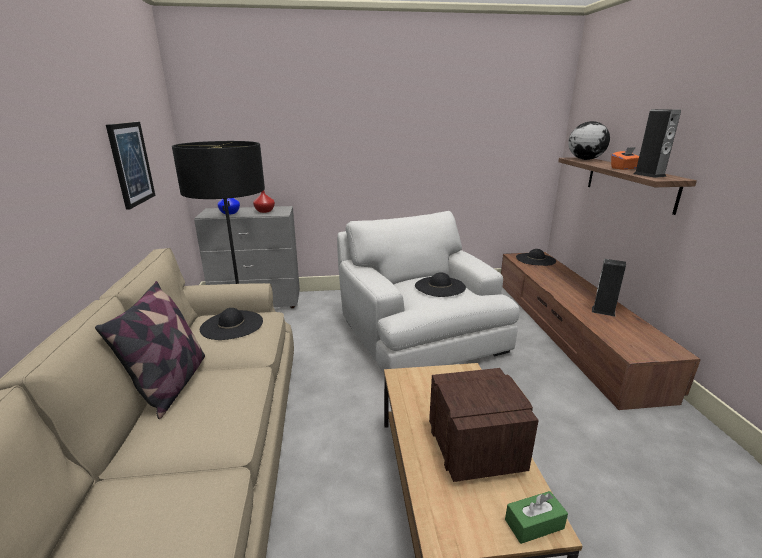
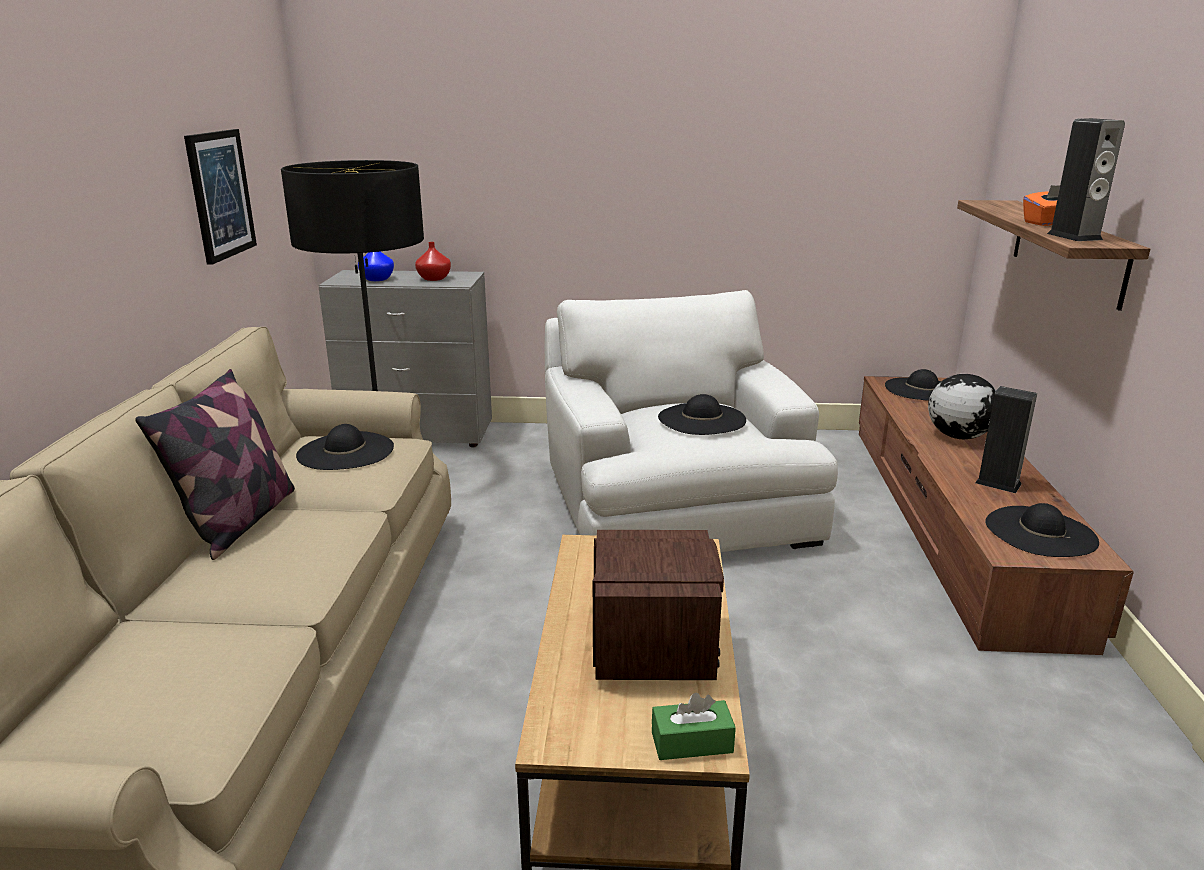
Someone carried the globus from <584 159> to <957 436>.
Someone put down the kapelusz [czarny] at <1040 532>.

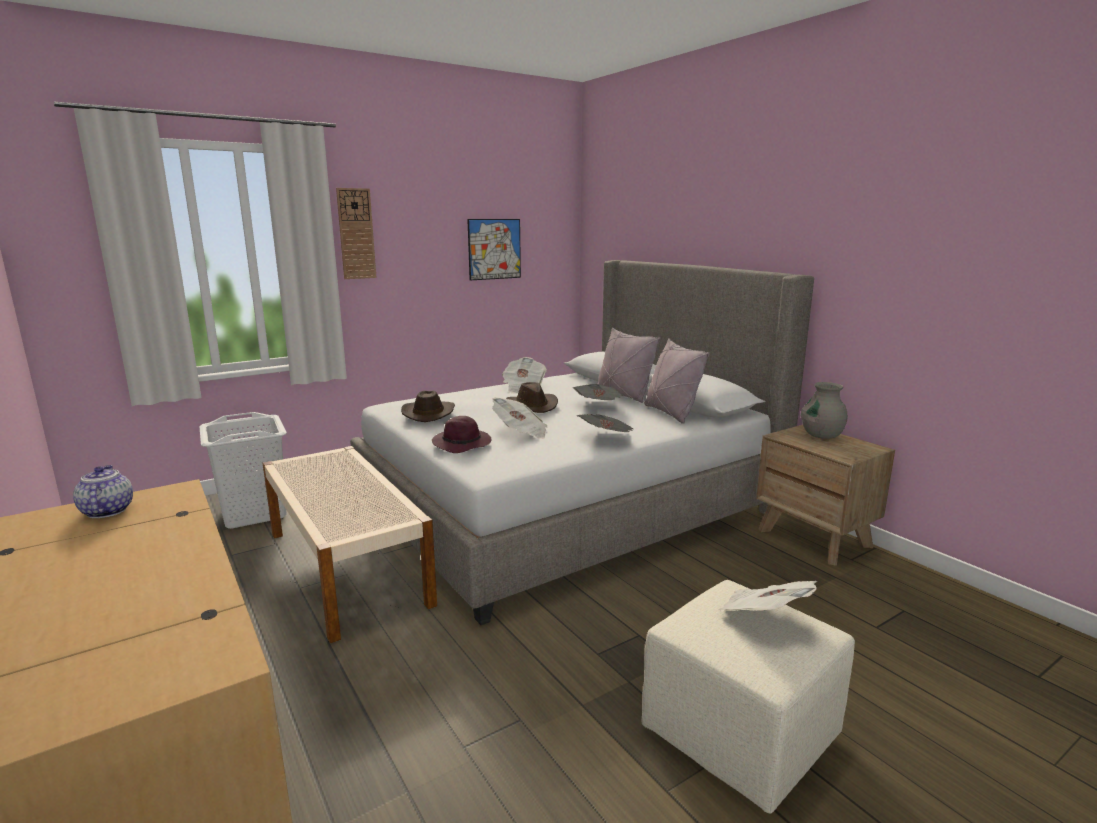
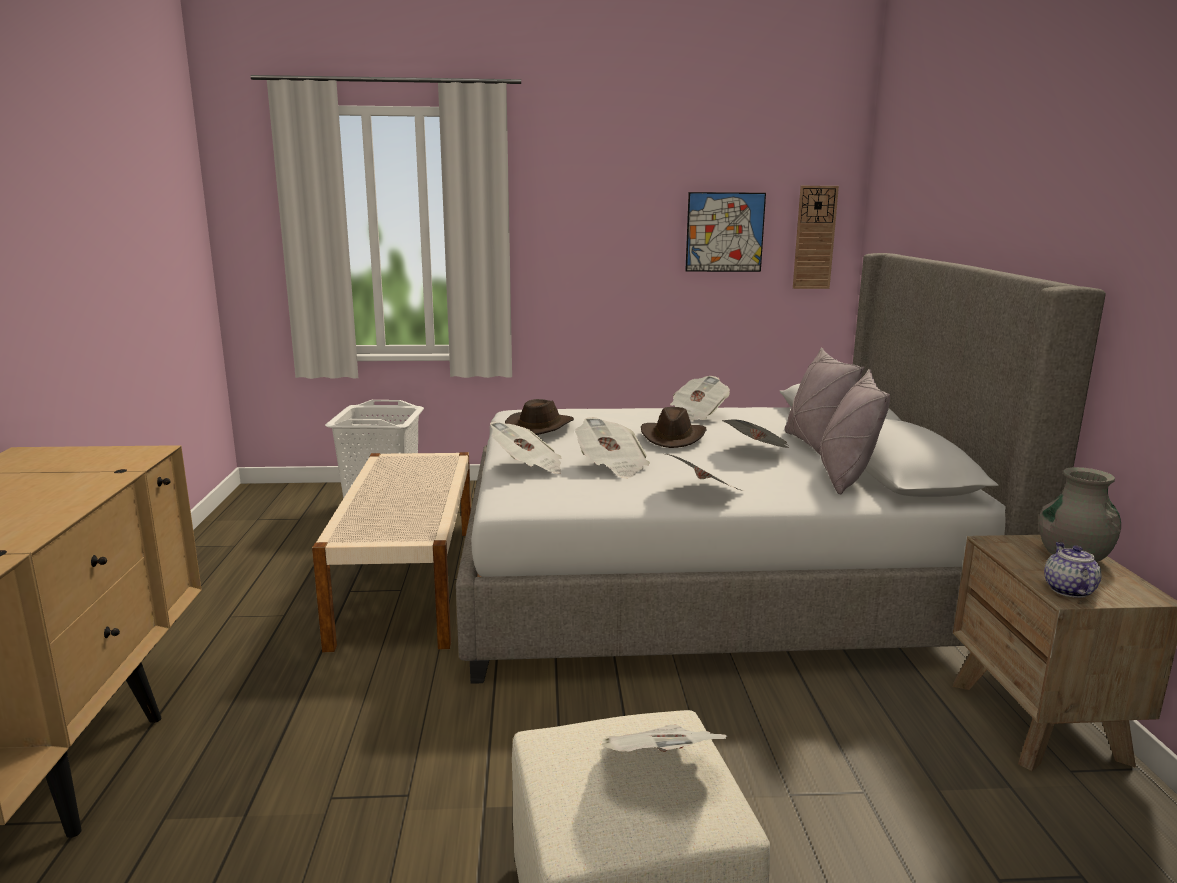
Someone carried the zegar ścienny from <356 234> to <814 237>.
Someone swapped the kapelusz [fioletowy] at <463 444> for the gazeta at <528 467>.
Someone carried the imbryk from <107 511> to <1067 590>.

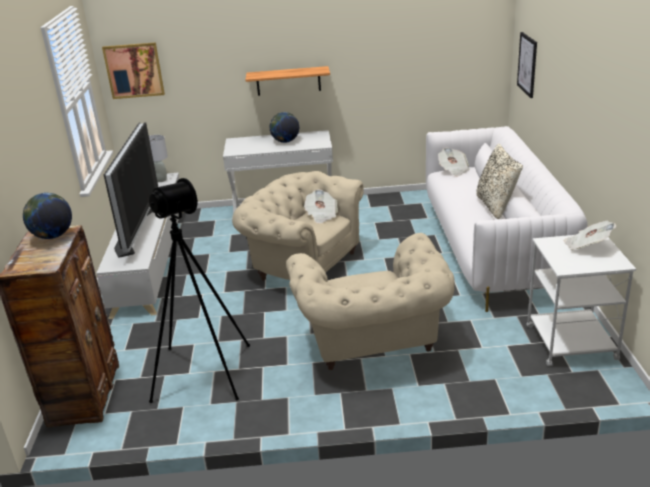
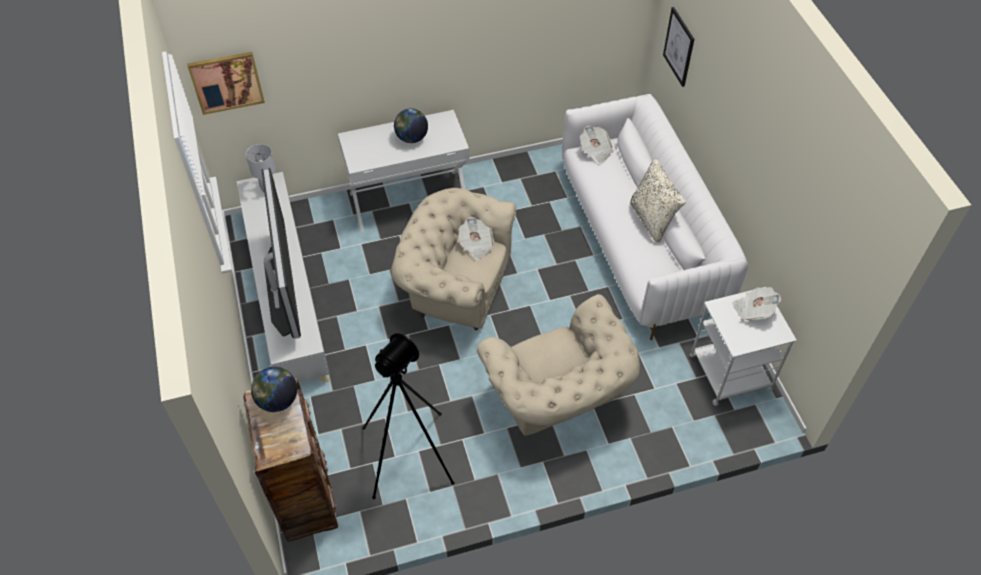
Someone took away the półka at <288 81>.

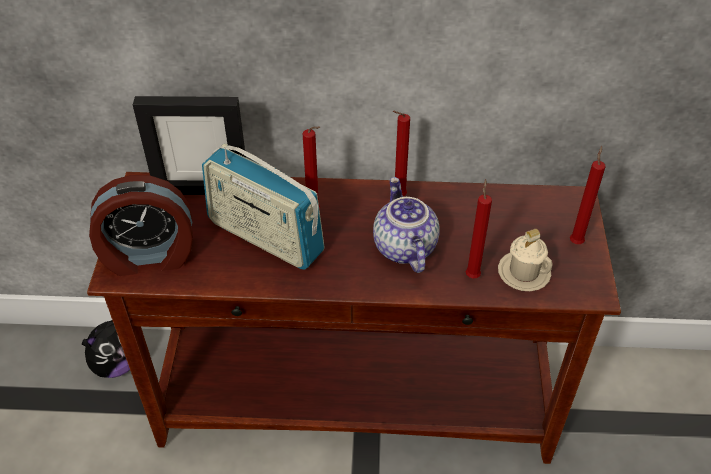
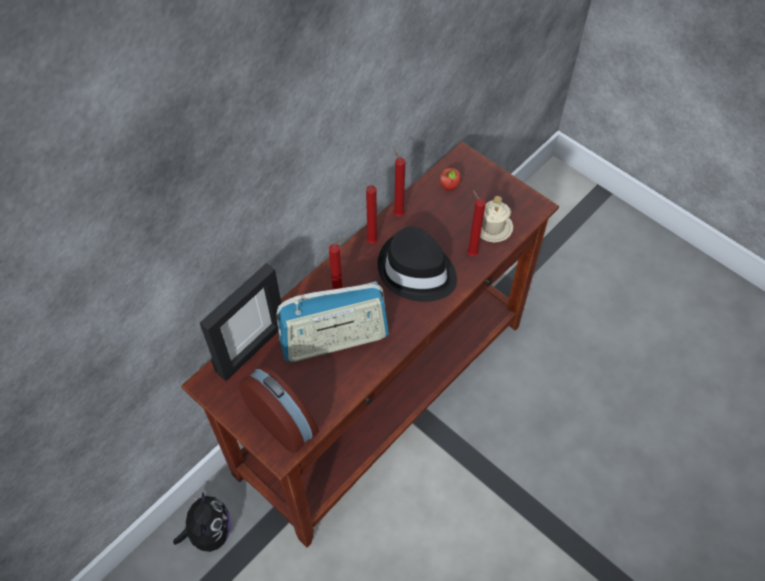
Someone carried the świeca [czerwony] from <576 241> to <397 213>.
Someone rotated the budzik at <149 256> by 75 degrees counterclockwise.
Someone swapped the imbryk at <403 247> for the kapelusz [czarny] at <416 271>.
Someone put down the jabłko at <450 187>.

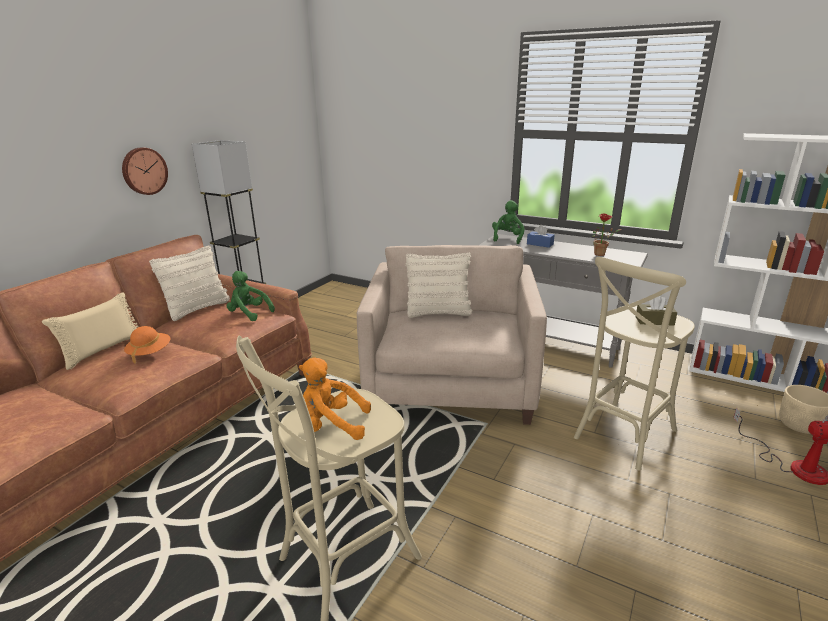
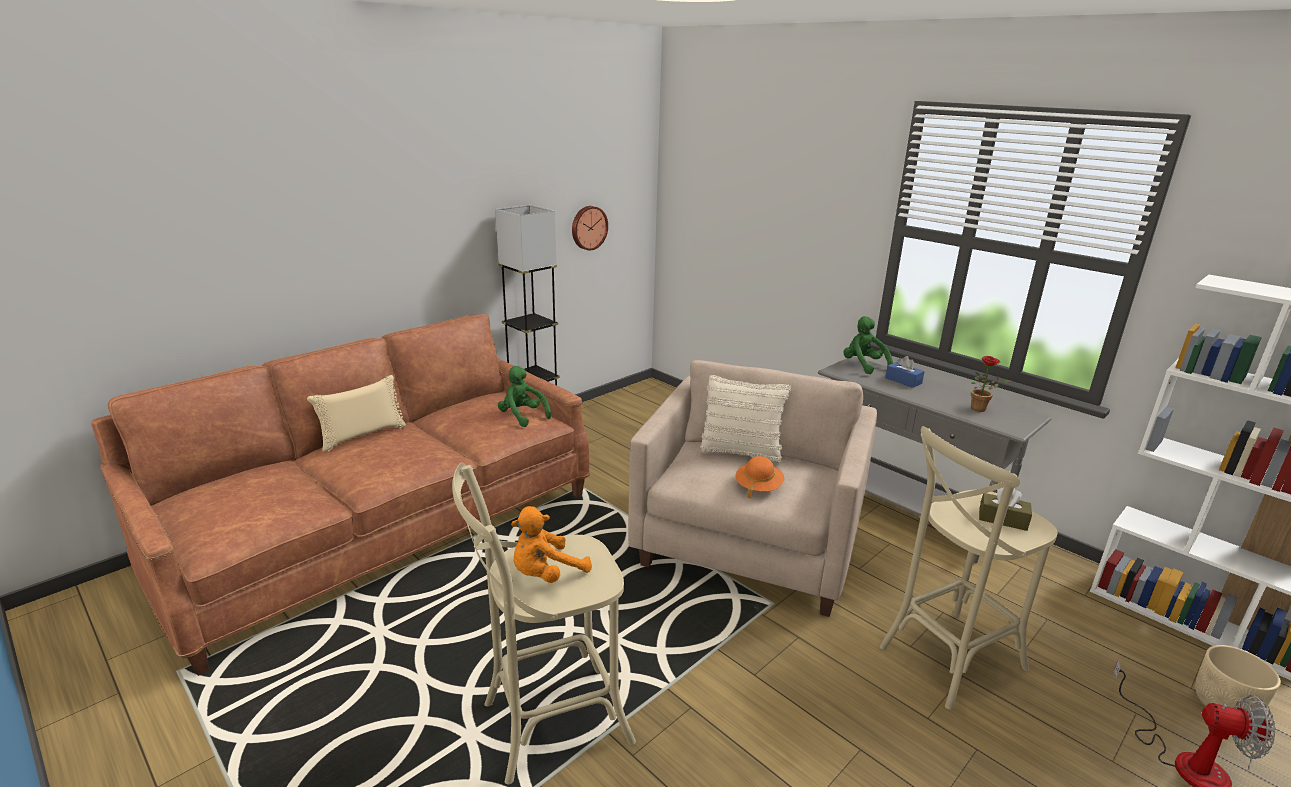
Someone carried the zegar ścienny from <144 171> to <588 227>.
Someone rotated the pluszak [zielony] at <507 238> by 60 degrees counterclockwise.
Someone took away the poduszka [beżowy] at <197 309>.
Someone carried the kapelusz [pomarańczowy] from <150 353> to <758 487>.
Someone rotated the pluszak [pomarańczowy] at <332 425> by 60 degrees counterclockwise.

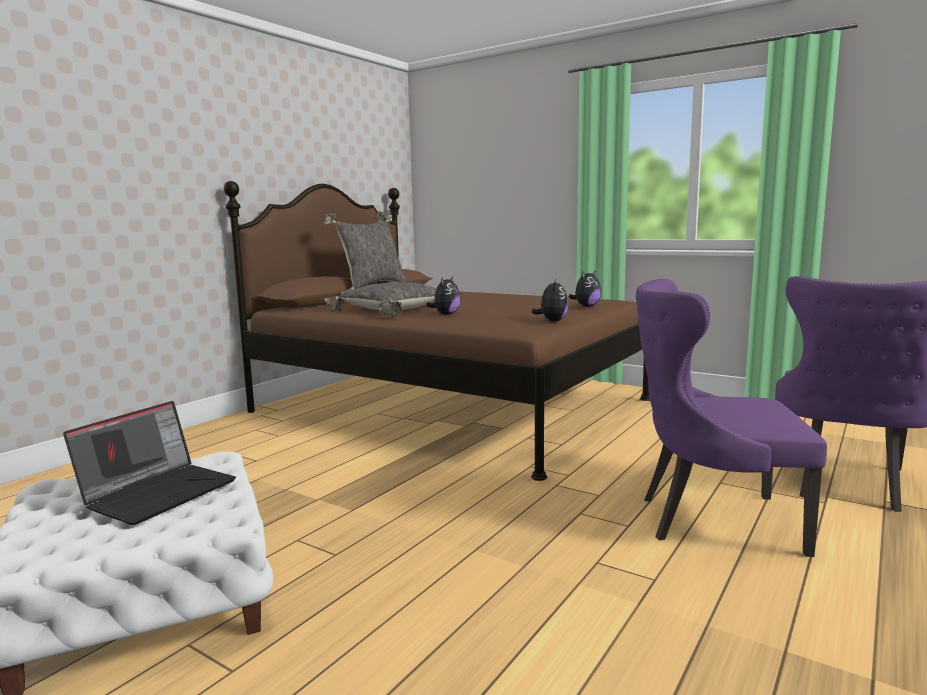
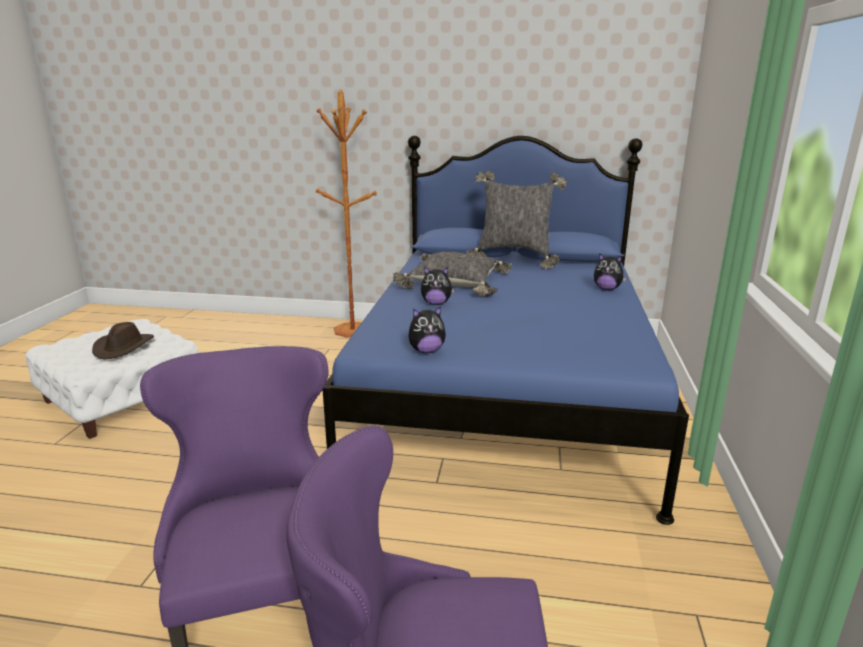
Someone repainted the łóżko [brązowy] at <449 406>, which became the łóżko [niebieski] at <504 395>.
Someone carried the pluszak from <586 306> to <607 289>.
Someone swapped the laptop at <159 492> for the kapelusz [brązowy] at <123 347>.
Someone put down the wieszak [pomarańczowy] at <353 330>.

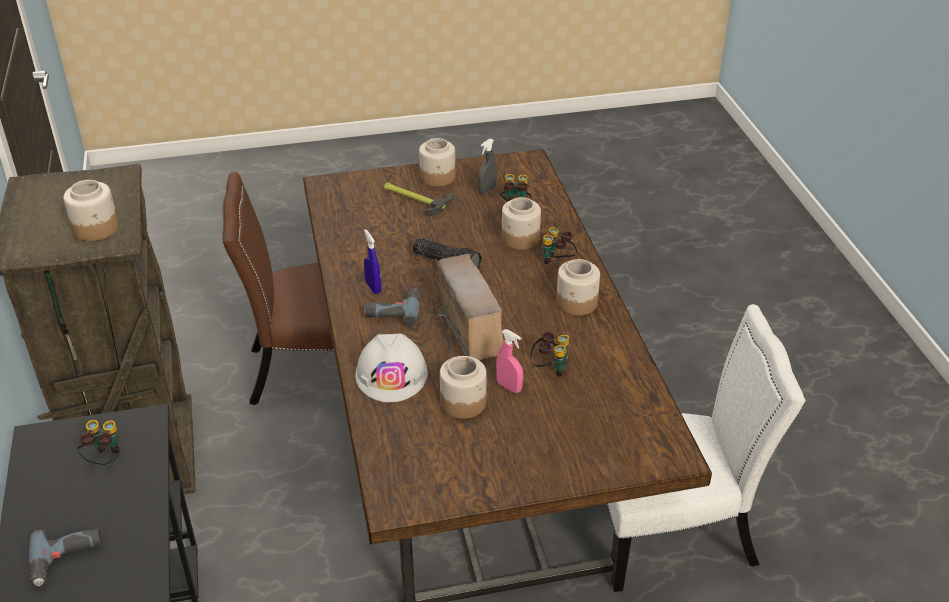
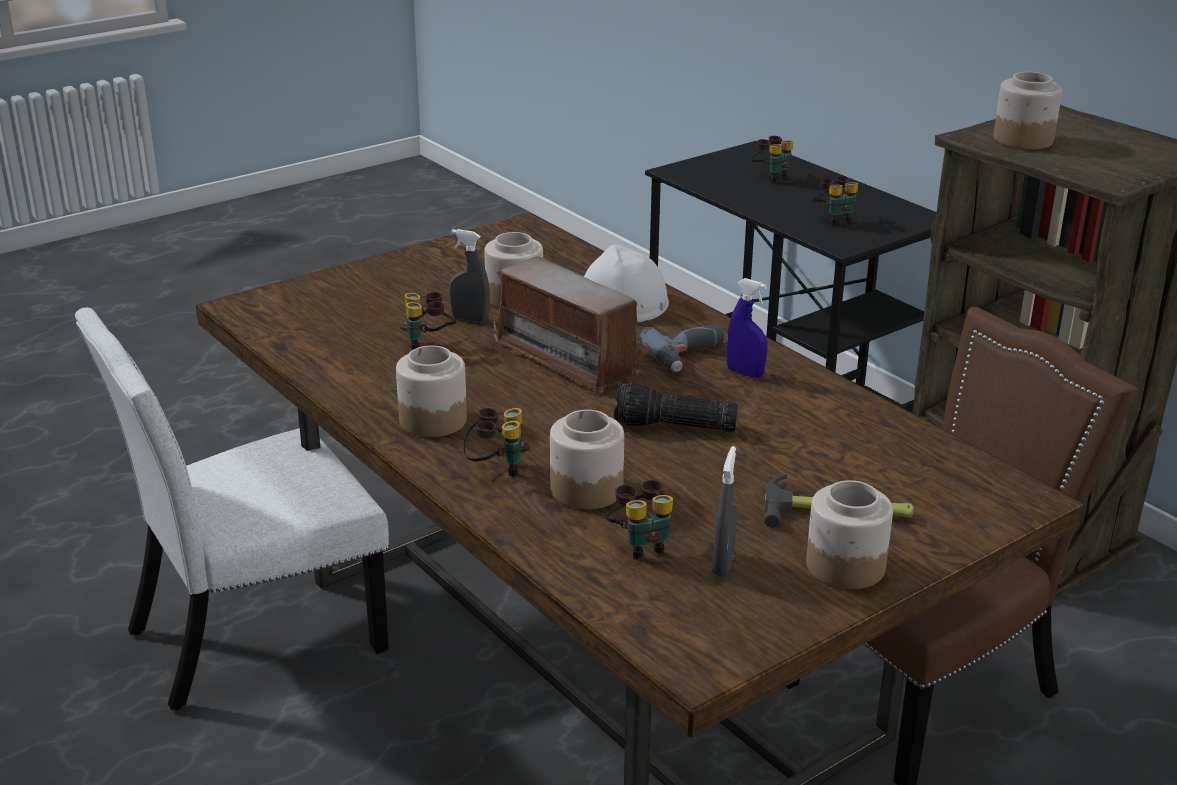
Someone repainted the spryskiwacz [różowy] at <509 387>, which became the spryskiwacz [szary] at <470 319>.
Someone swapped the wiertarka at <66 559> for the lornetka at <771 176>.

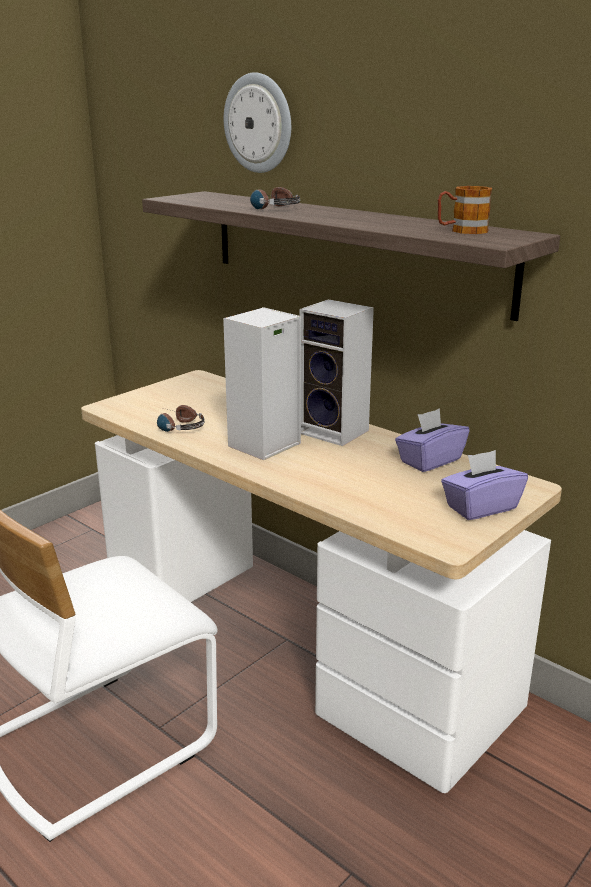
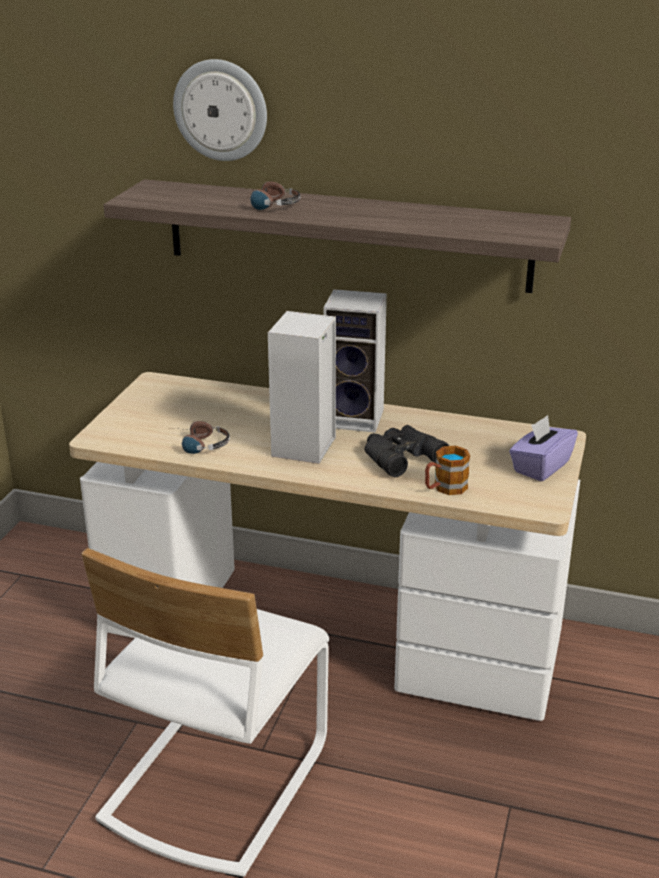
Someone carried the kubek from <462 231> to <444 488>.
Someone took away the pudełko chusteczek [fioletowy] at <429 460>.
Someone put down the lornetka [czarny] at <399 456>.

